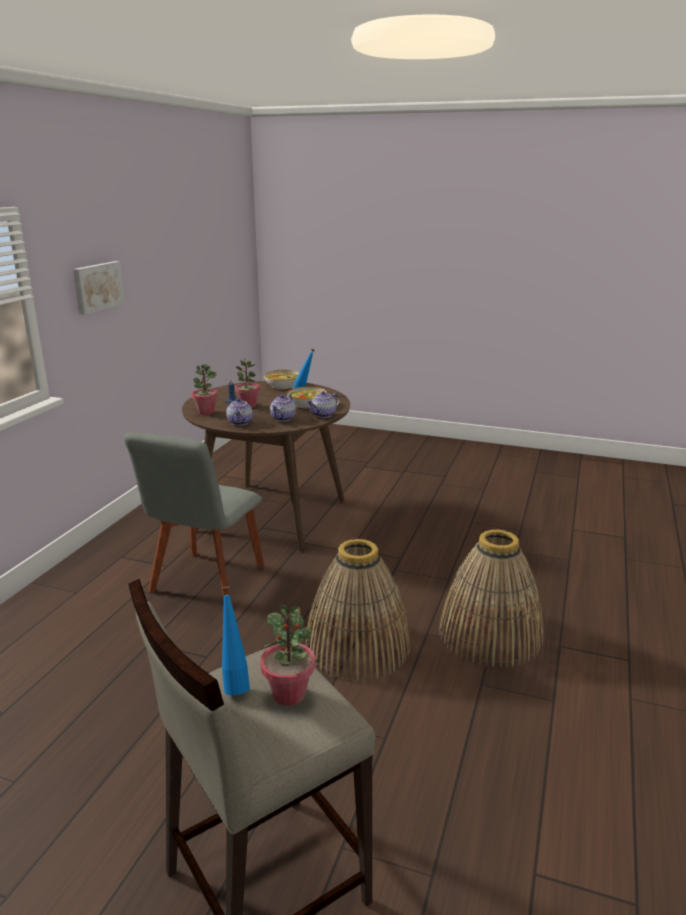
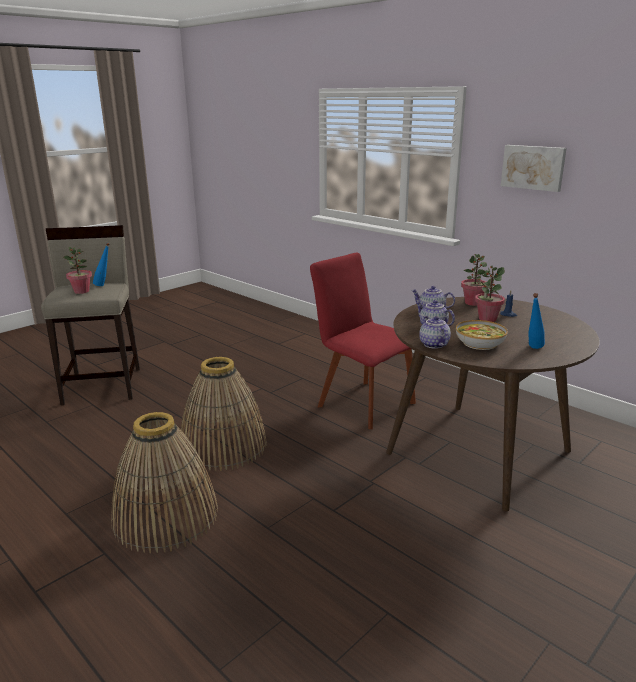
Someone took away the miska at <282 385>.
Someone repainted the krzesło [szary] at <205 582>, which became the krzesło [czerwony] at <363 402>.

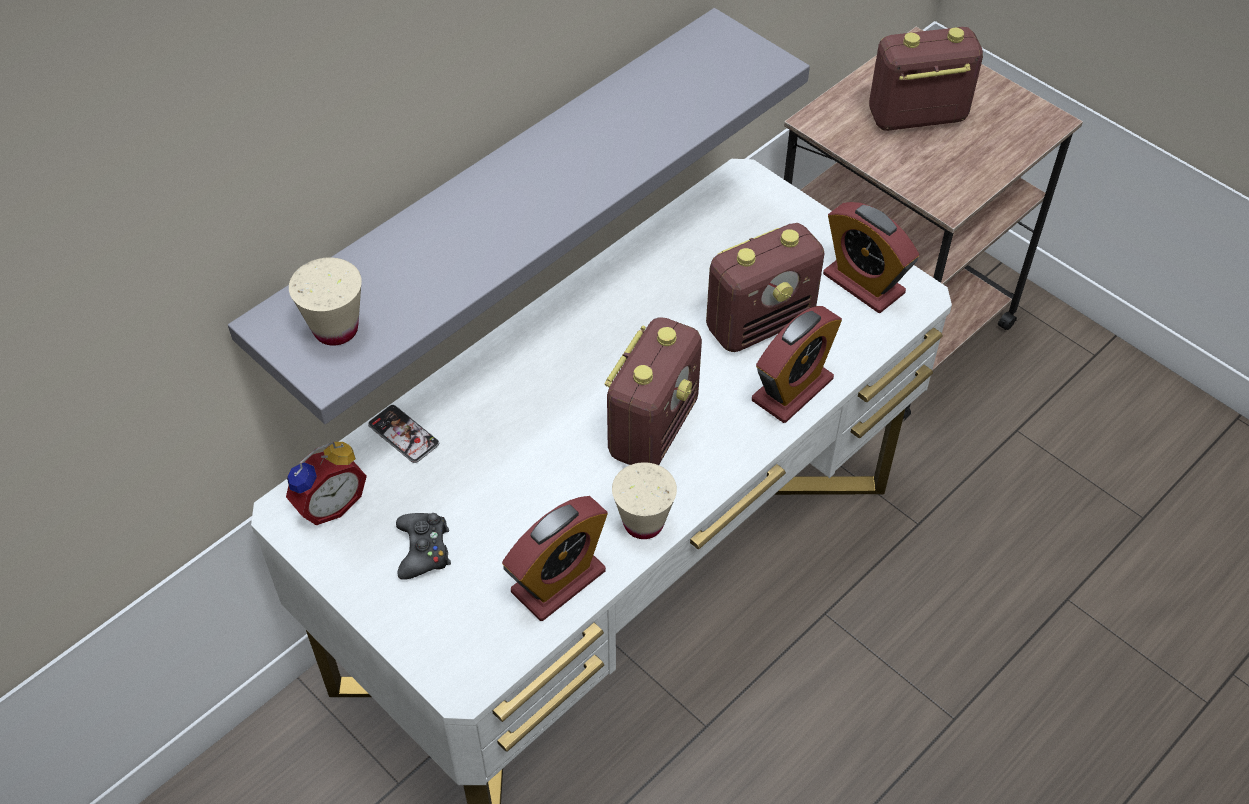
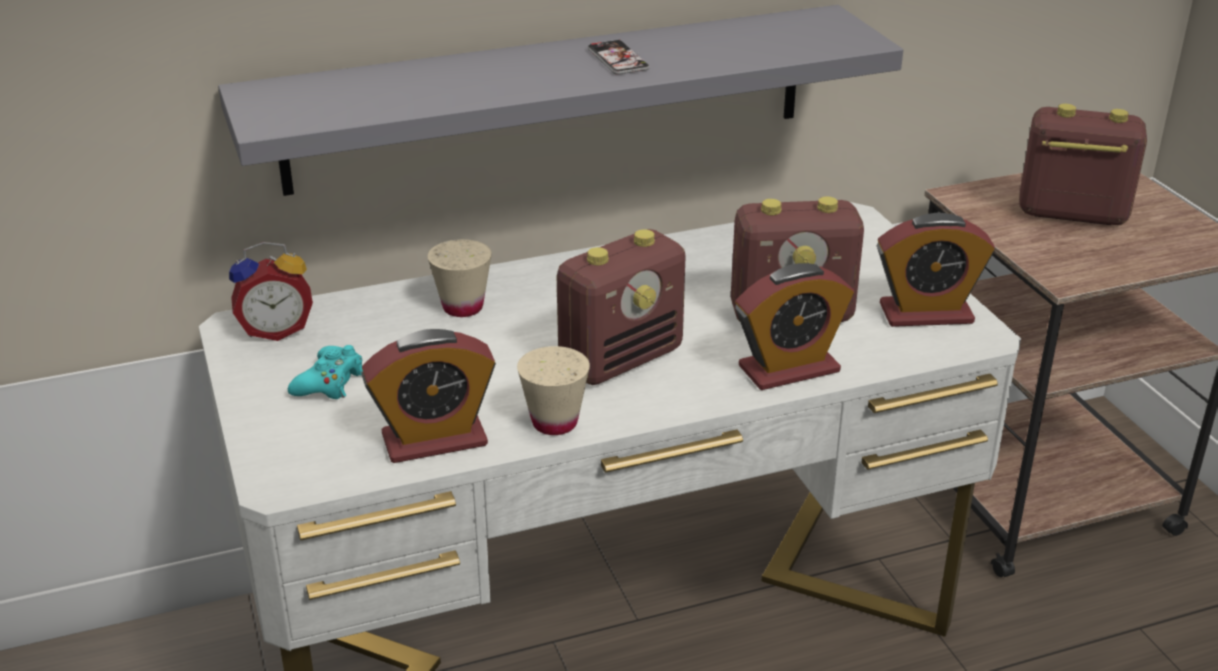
Someone rotated the budzik at <863 284> by 75 degrees counterclockwise.
Someone carried the filiżanka [beżowy] from <336 329> to <463 307>.
Someone carried the telefon from <403 434> to <618 59>.
Someone repainted the pad do gier [czarny] at <424 550>, which became the pad do gier [turkusowy] at <329 383>.

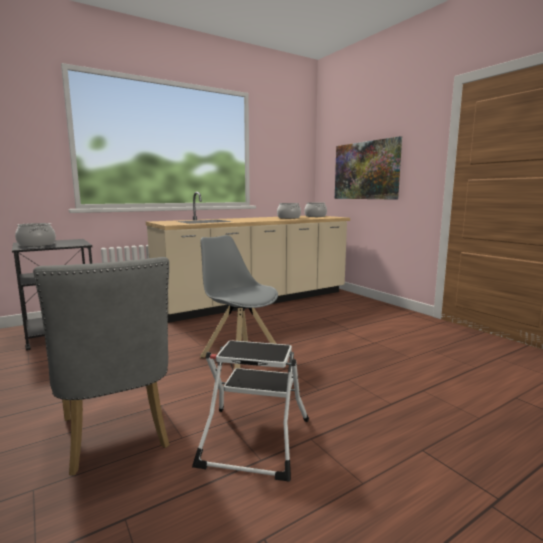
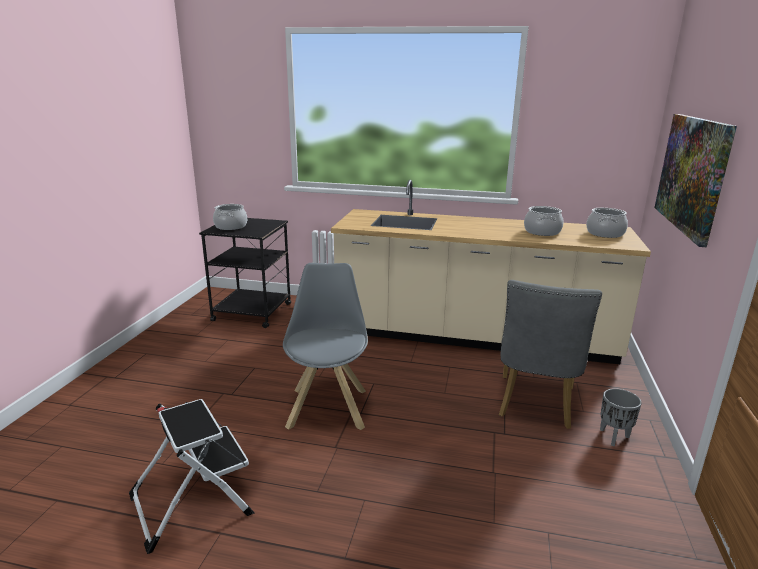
Someone carried the krzesło [szary] from <117 438> to <535 405>.
Someone put down the donica [szary] at <614 437>.

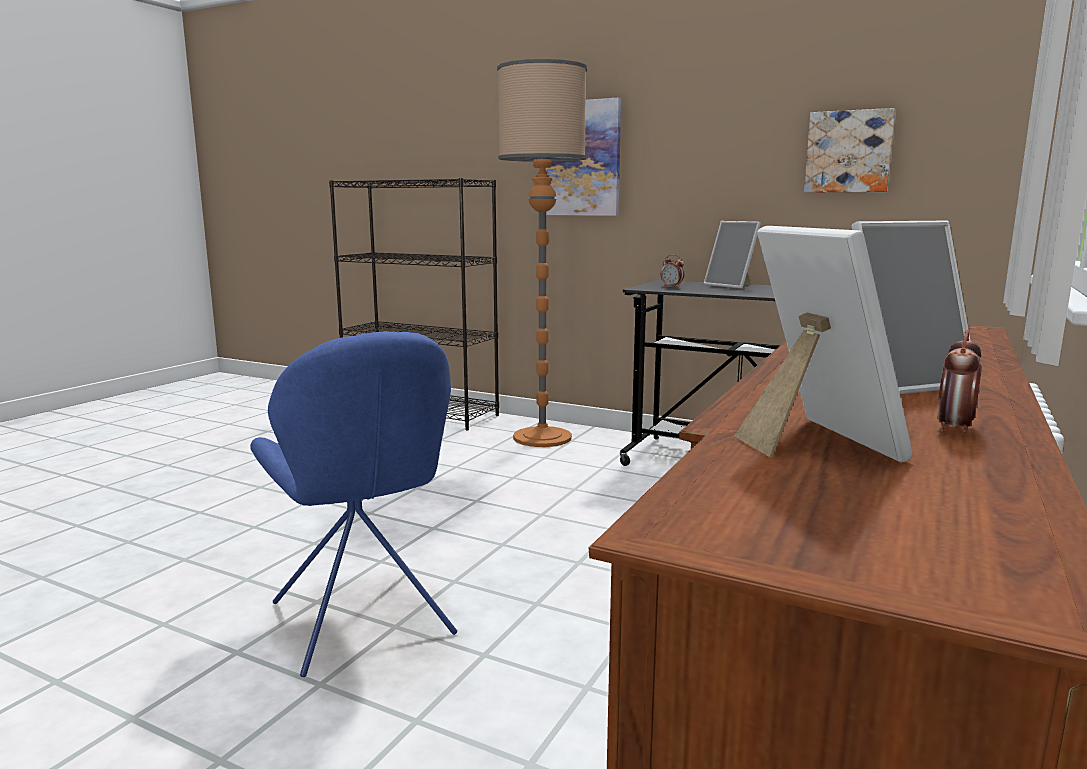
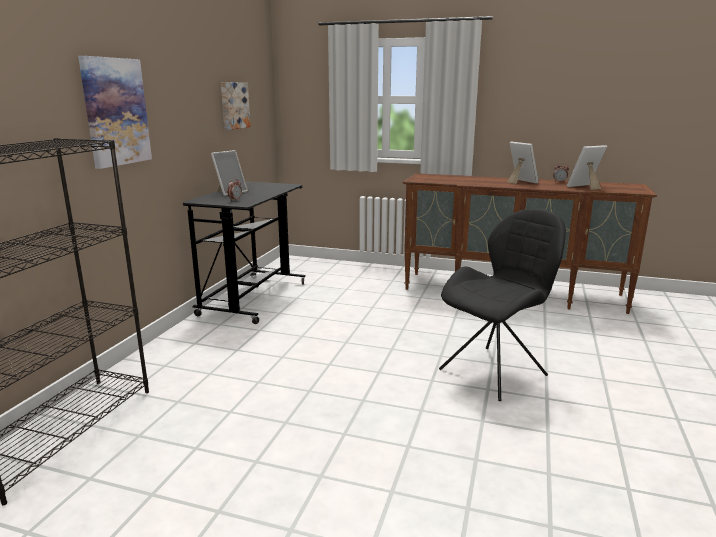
Someone took away the lampa stojąca at <542 437>.
Someone repainted the krzesło [niebieski] at <363 622>, which became the krzesło [czarny] at <495 371>.

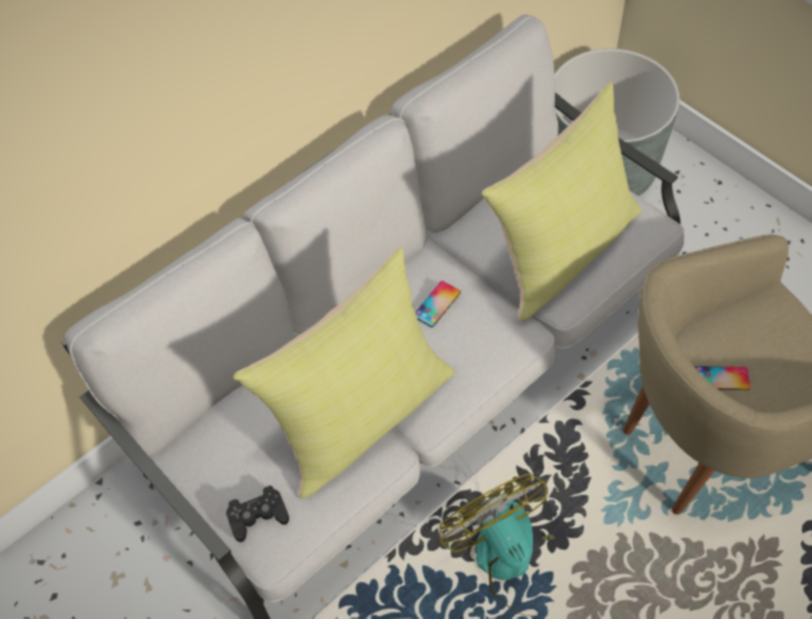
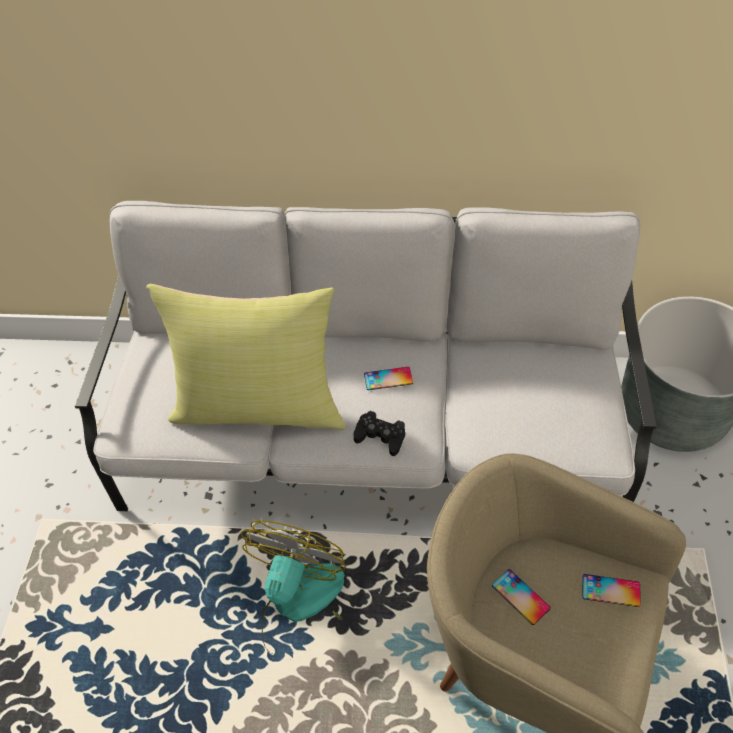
Someone took away the poduszka [żółty] at <562 251>.
Someone carried the pad do gier [czarny] from <258 516> to <380 436>.
Someone put down the telefon at <611 590>.

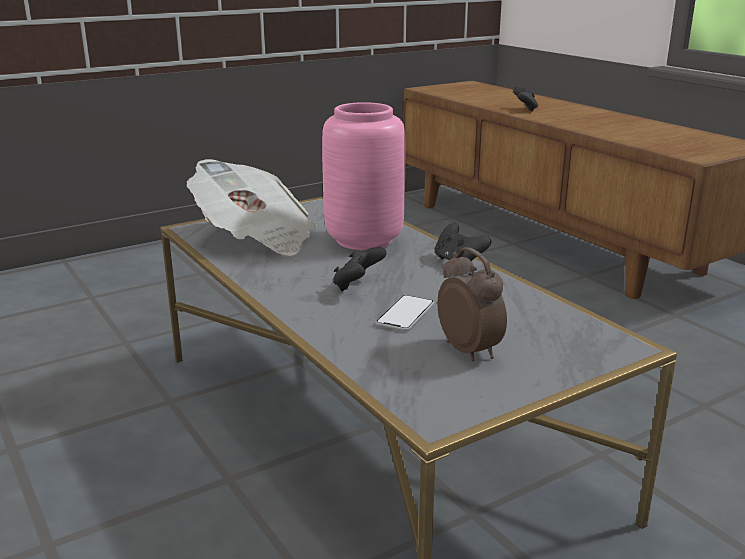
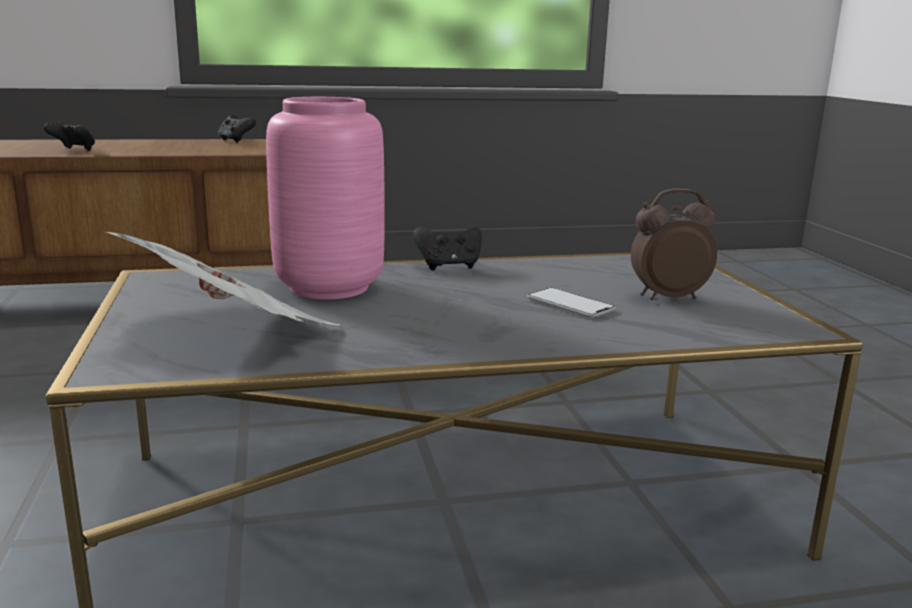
Someone carried the pad do gier [czarny] from <357 286> to <235 141>.

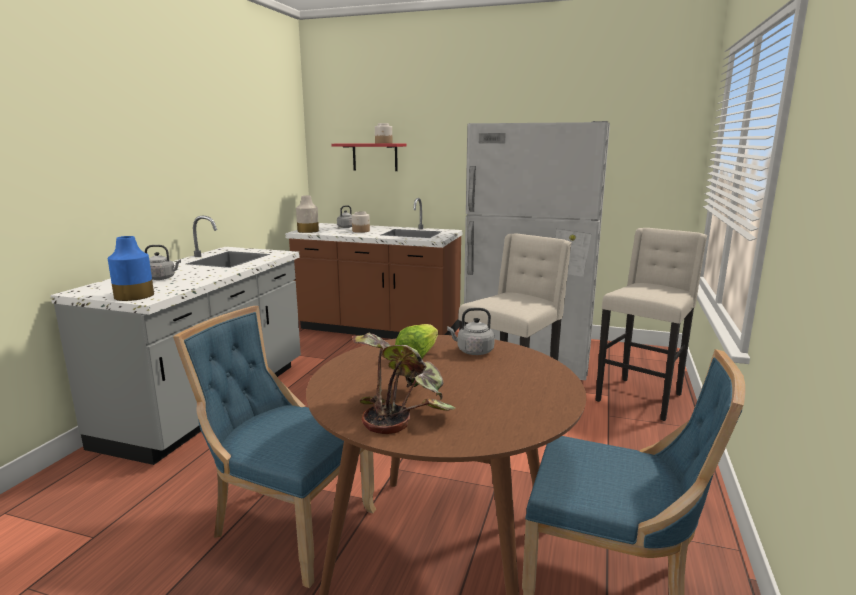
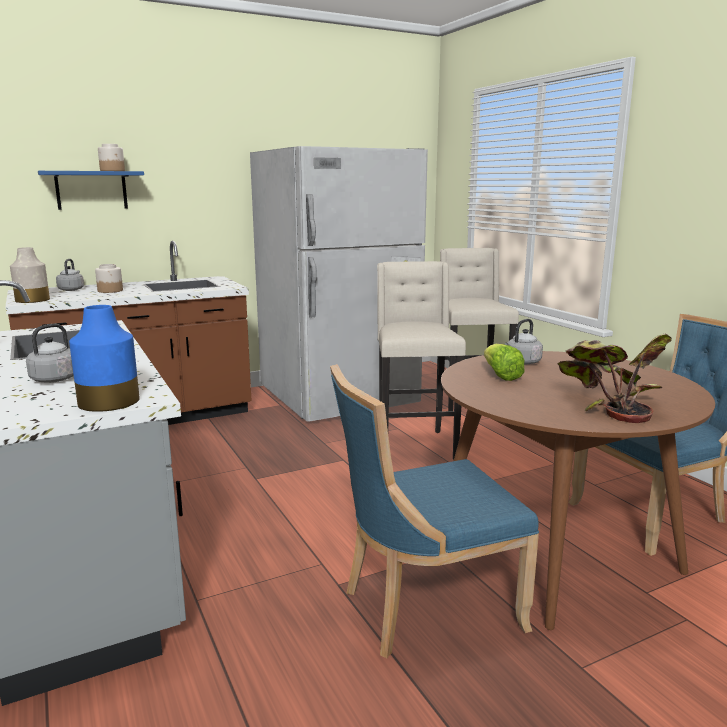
Someone repainted the półka [czerwony] at <375 157>, which became the półka [niebieski] at <91 190>.

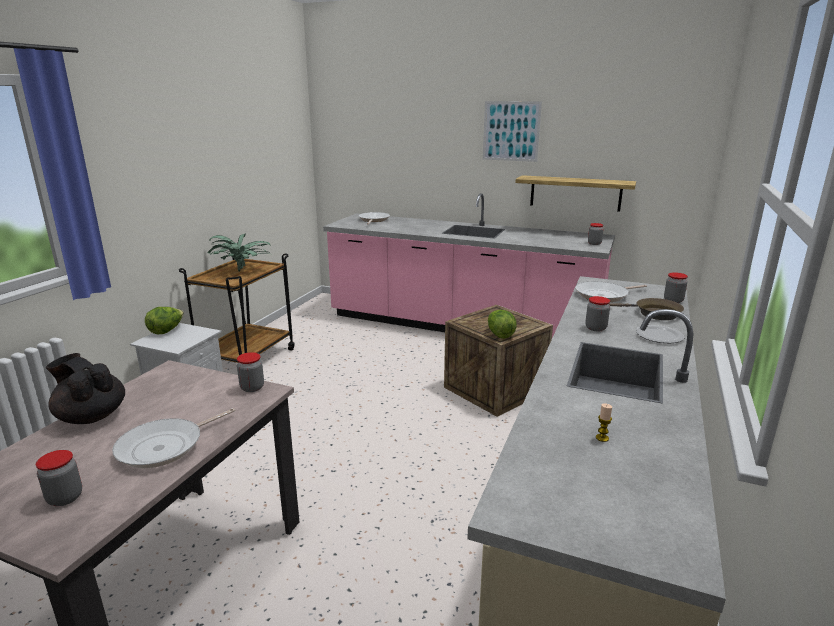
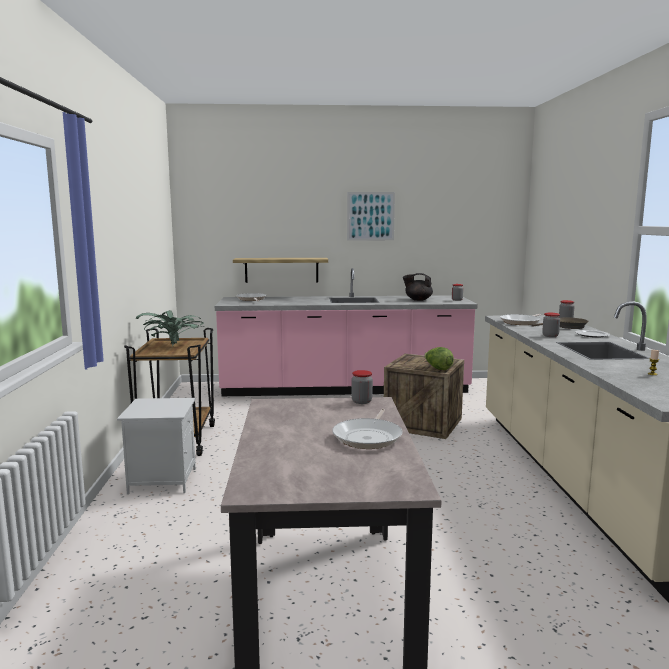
Someone carried the półka from <575 193> to <281 270>.
Someone took away the sałata at <166 331>.
Someone carried the imbryk [czarny] from <91 416> to <418 300>.
Someone took away the słoik at <65 498>.

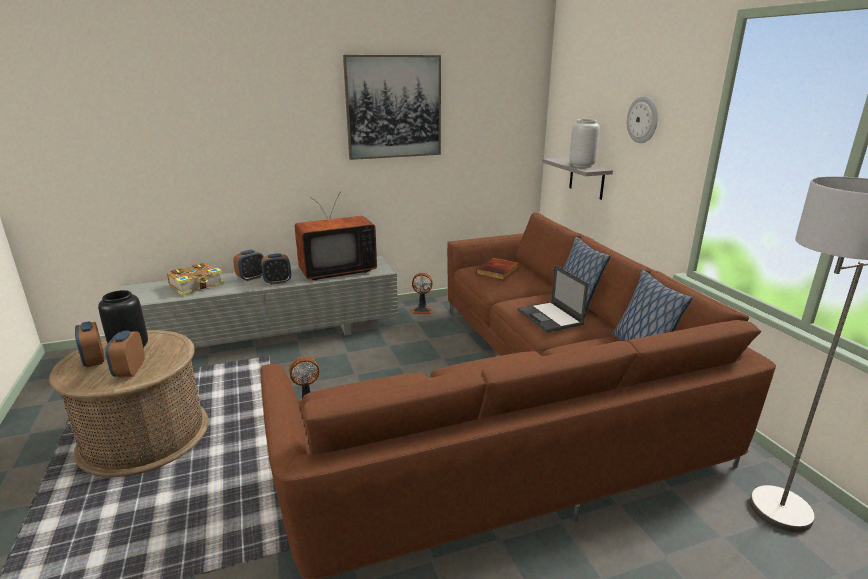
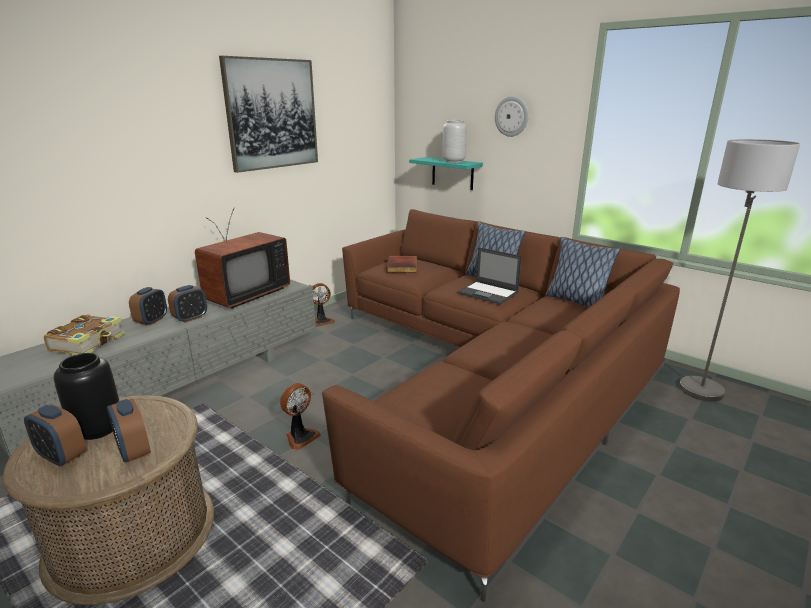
Someone repainted the półka [szary] at <586 178>, which became the półka [turkusowy] at <452 173>.

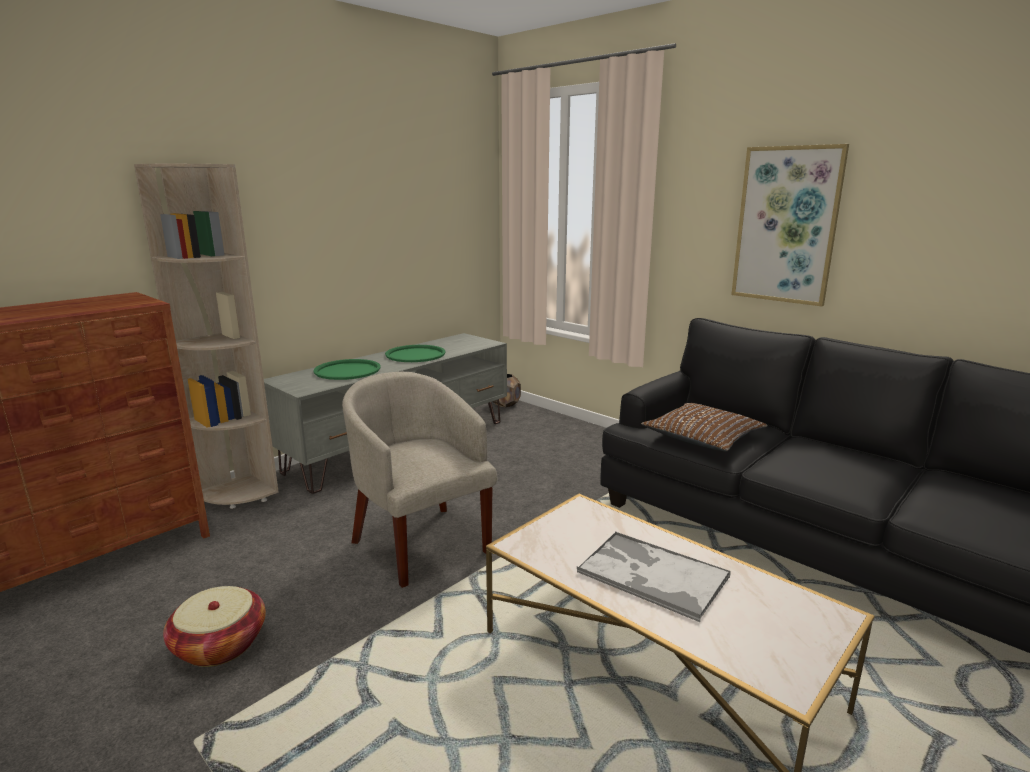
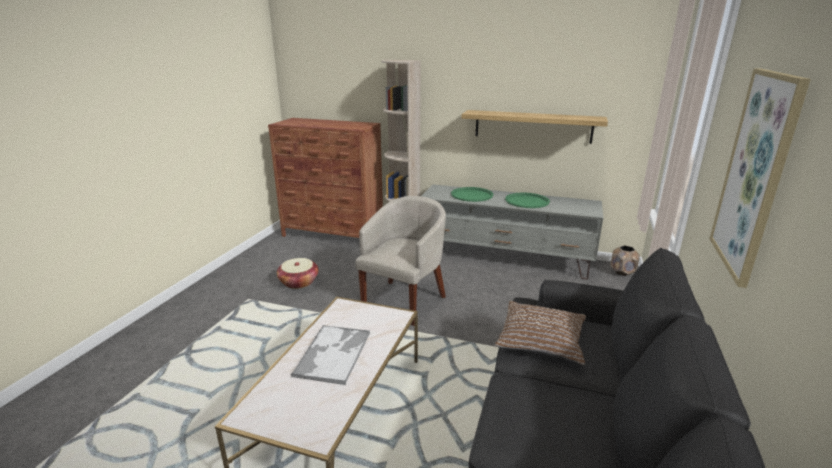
Someone put up the półka at <532 126>.

